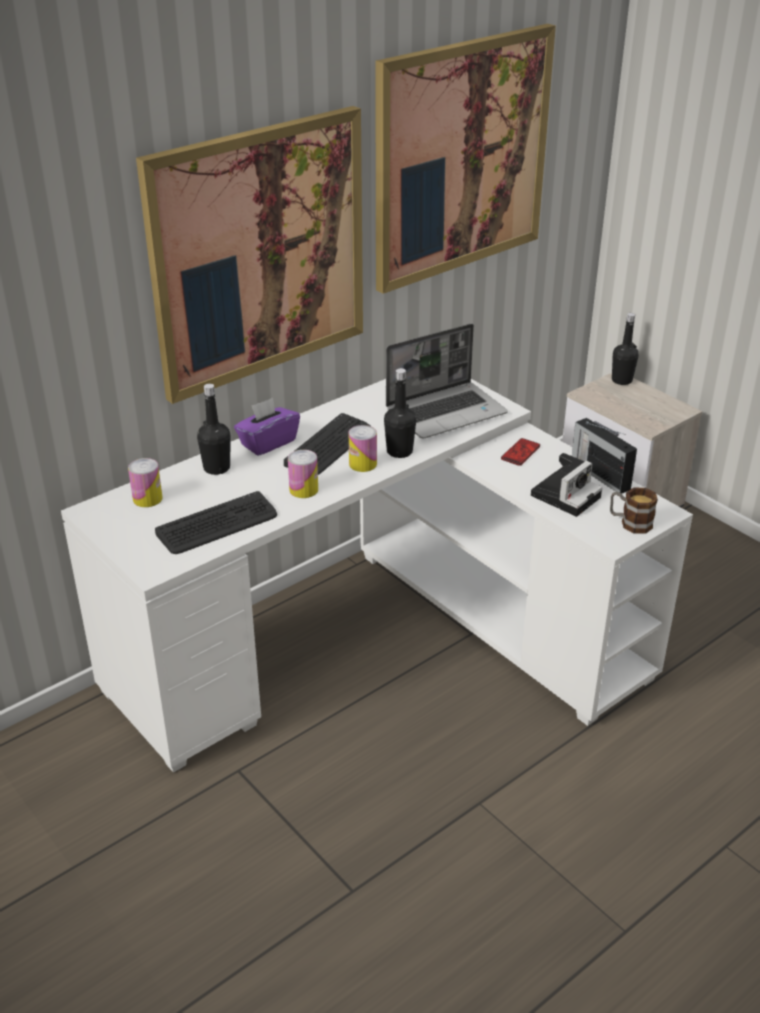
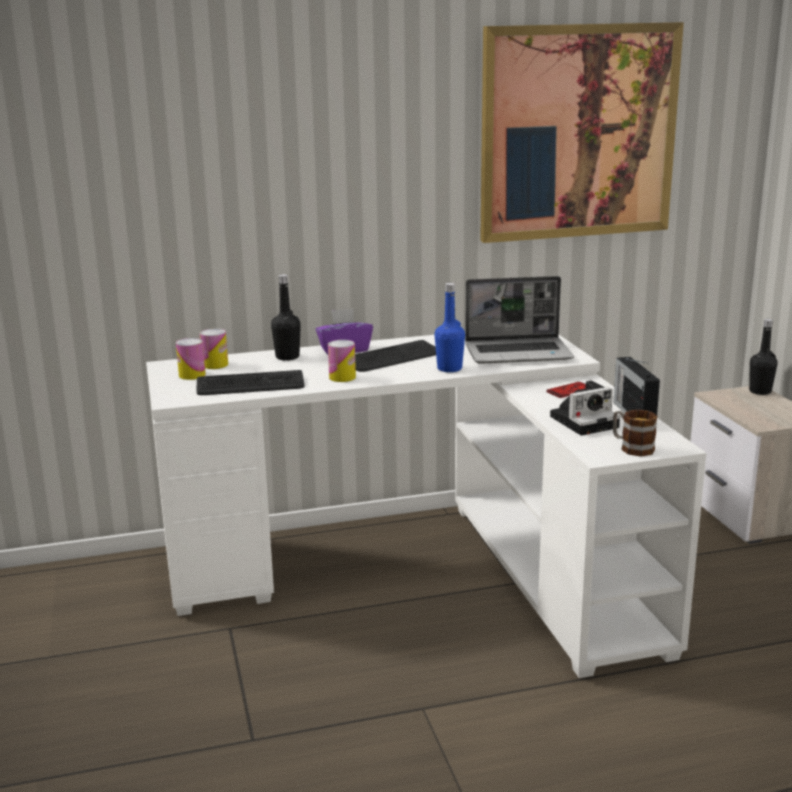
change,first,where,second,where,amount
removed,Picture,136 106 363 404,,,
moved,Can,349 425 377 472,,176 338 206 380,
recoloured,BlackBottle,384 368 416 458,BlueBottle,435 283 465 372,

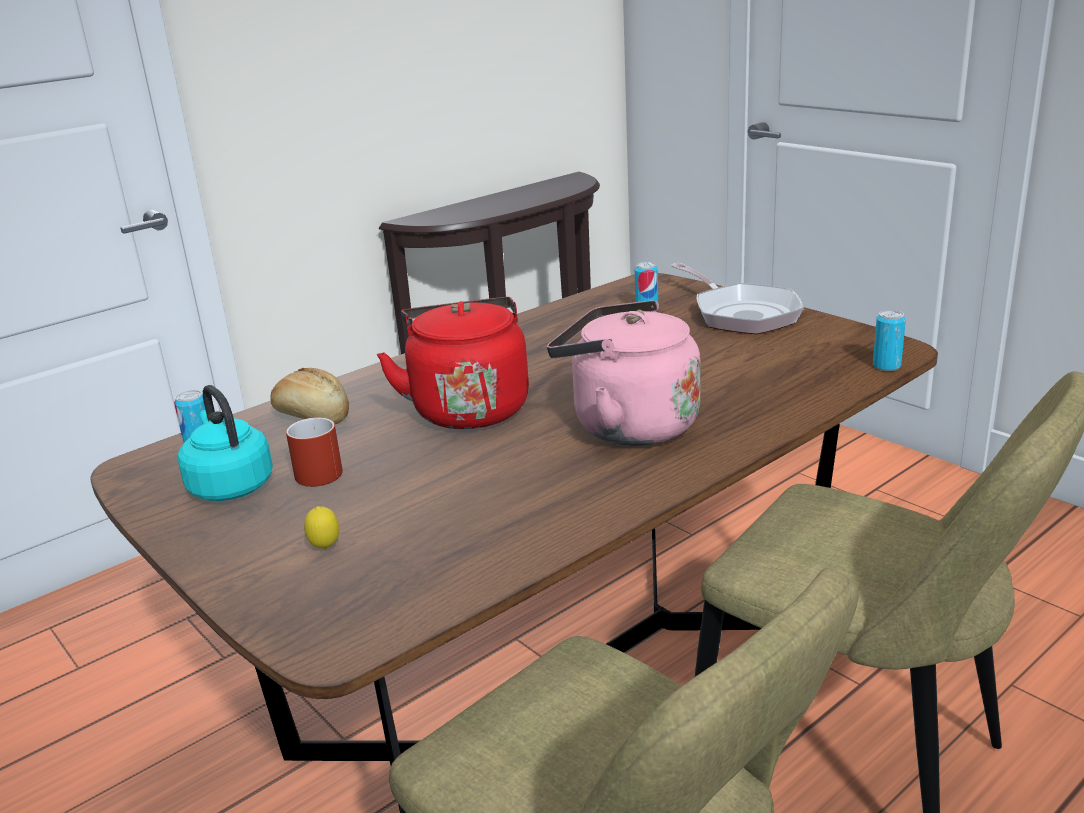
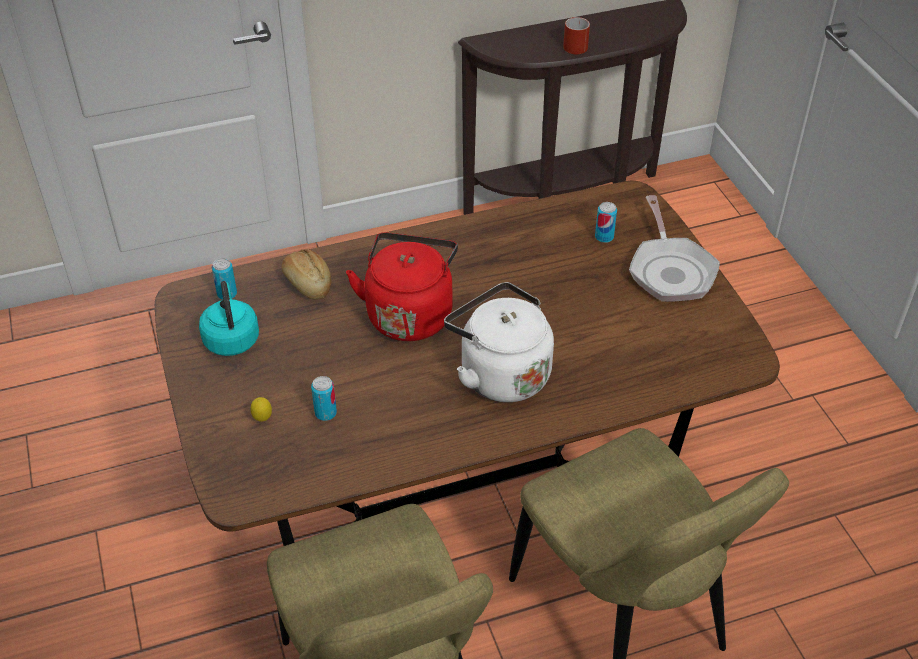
change,first,where,second,where,amount
moved,RedMug,286 417 343 487,,563 17 590 54,
recoloured,PinkKettle,547 300 701 446,WhiteKettle,444 282 554 402,
moved,Can,873 310 906 371,,311 376 337 421,

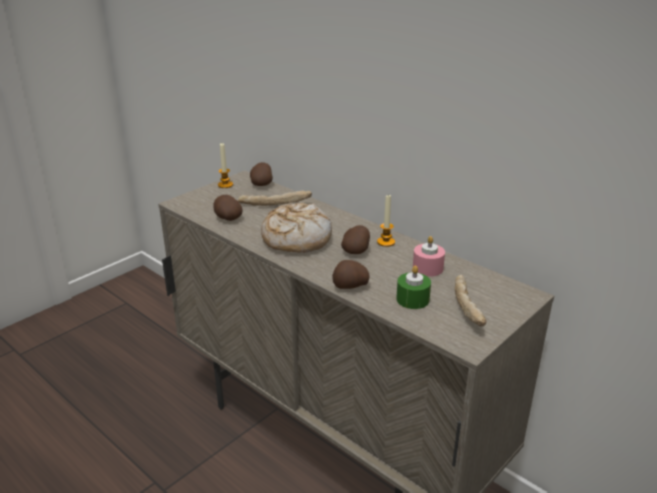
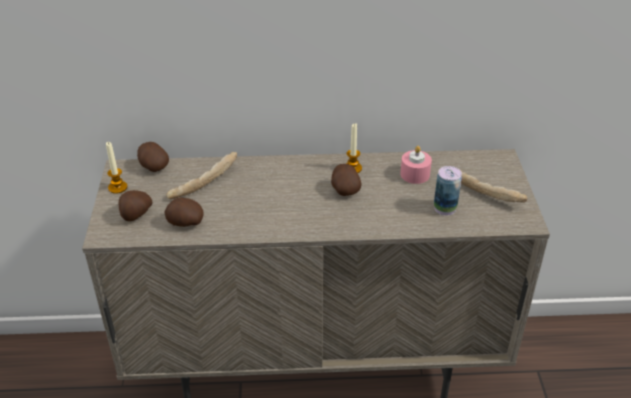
change,first,where,second,where,amount
removed,Bread,261 203 332 253,,,
moved,Potato,332 260 369 289,,119 190 153 221,
replaced,GreenCandle,396 265 431 309,Can,434 166 462 216,

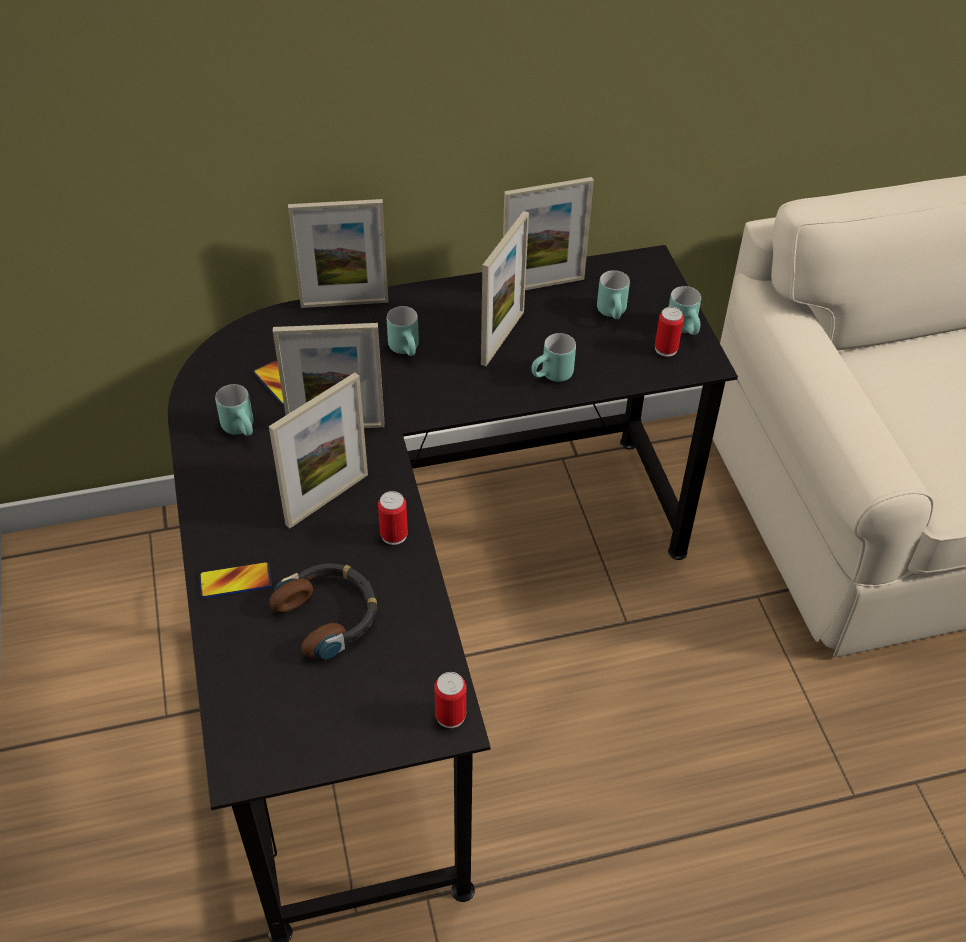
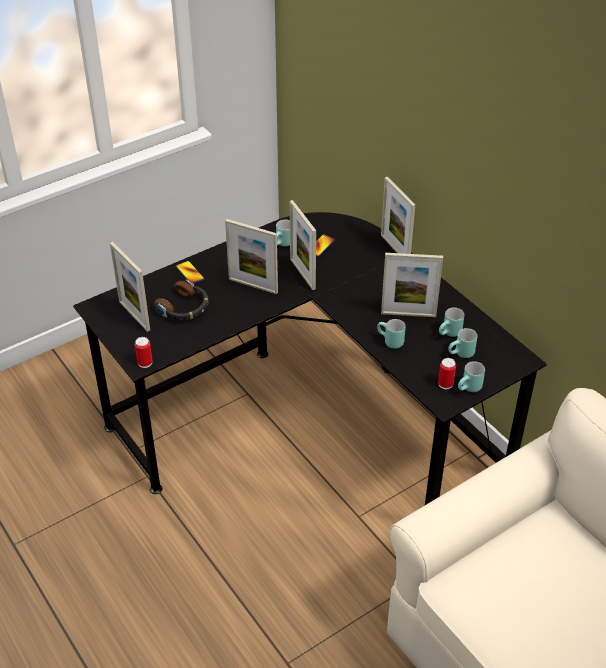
change,first,where,second,where,amount
removed,Can,378 491 408 545,,,
moved,TurquoiseMug,387 306 419 356,,439 307 464 337,
moved,PictureFrame,503 177 594 290,,110 242 150 332,

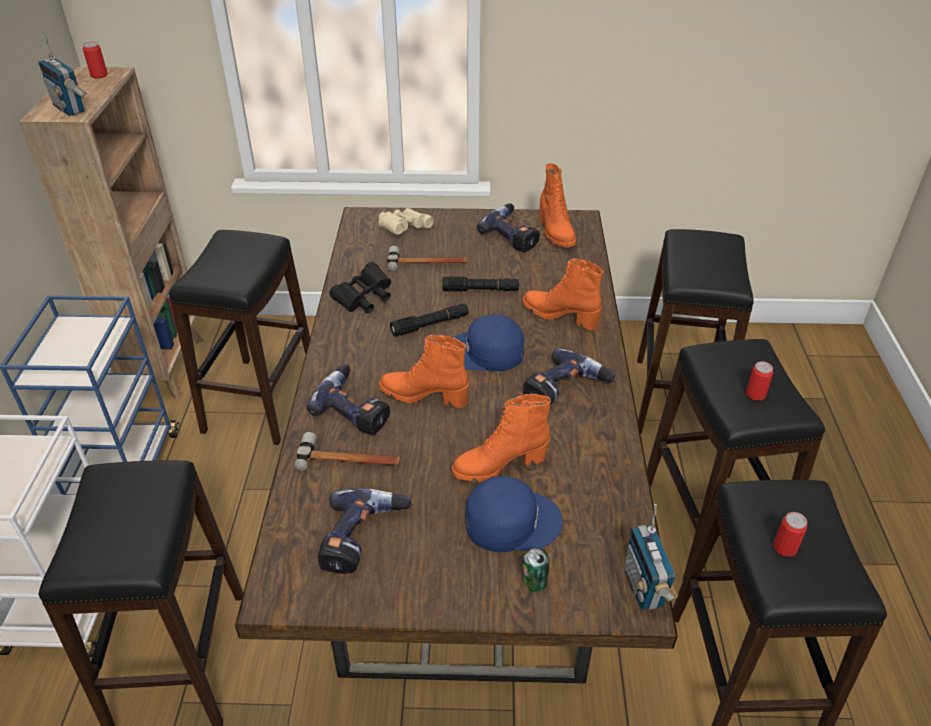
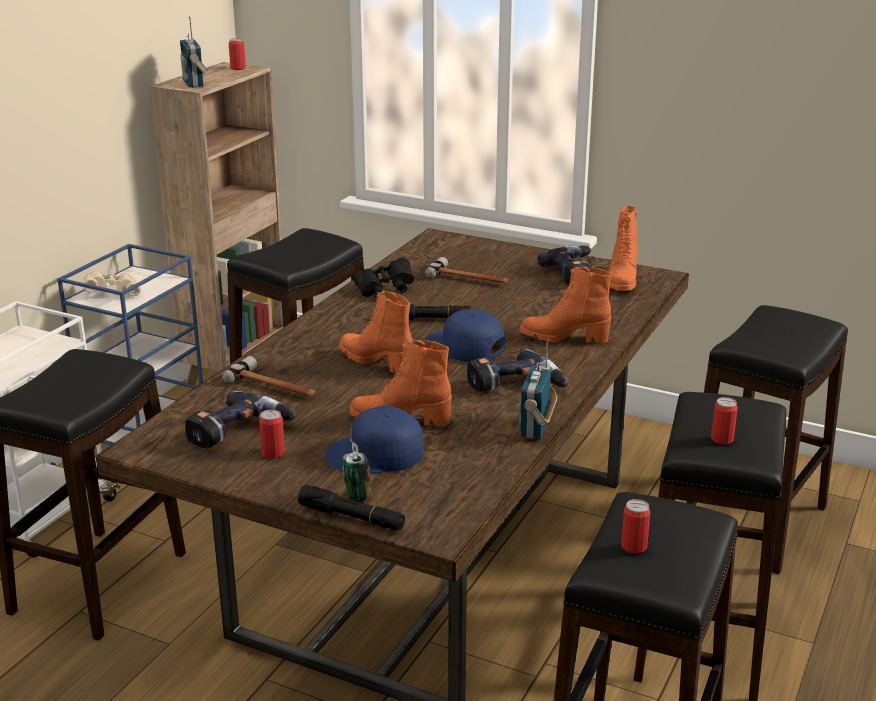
change,first,where,second,where,amount
removed,PowerDrill,306 364 390 436,,,
moved,BeigeBinoculars,378 208 434 235,,83 270 141 296,
moved,BlackFlashlight,442 276 519 292,,298 485 405 531,
turned,BlueCap,465 476 563 552,,325 406 424 474,150 degrees clockwise
turned,OrangeBoot,522 258 604 331,,520 266 612 344,45 degrees counterclockwise
moved,Radio,624 504 678 610,,516 339 557 439,
added,,,Can,259 409 285 459,

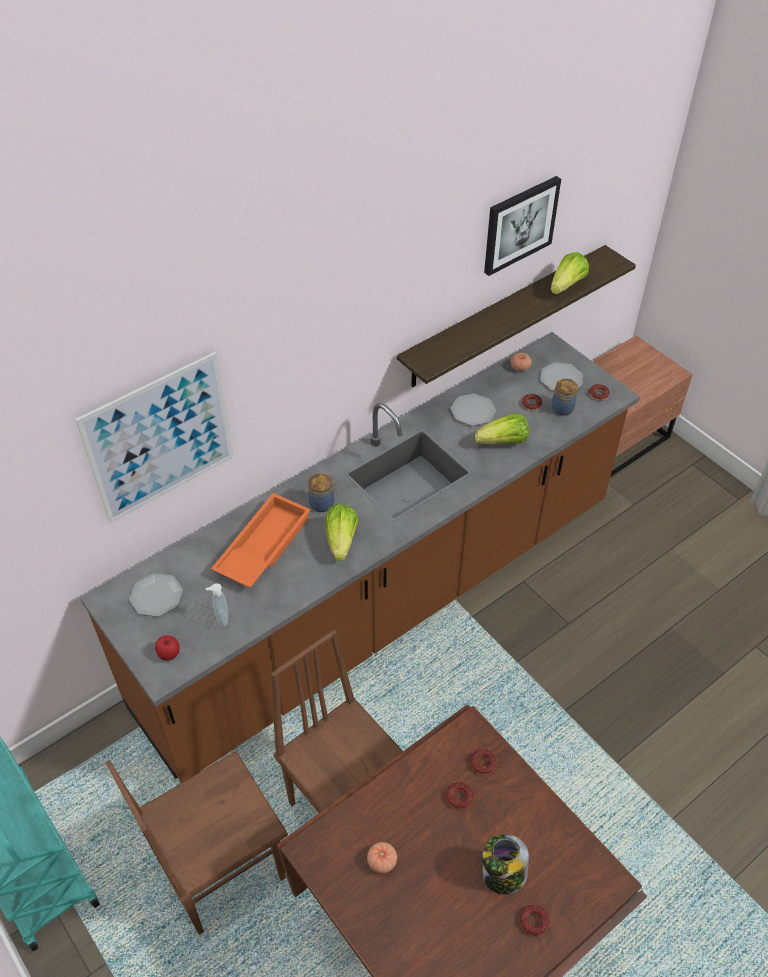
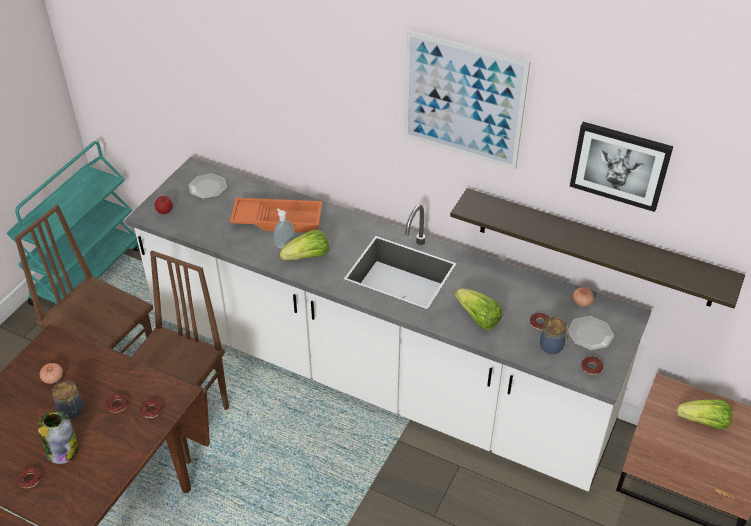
change,first,where,second,where,amount
moved,Picture,75 352 234 523,,404 30 530 169,
recoloured,BrownCounter,80 332 640 783,WhiteCounter,125 157 652 491,
moved,SoapDispenser,206 583 228 627,,273 208 295 248,
moved,Jar,308 473 337 512,,52 380 83 418,
removed,Plate,450 394 496 426,,,
moved,Lettuce,550 252 589 294,,677 399 732 429,

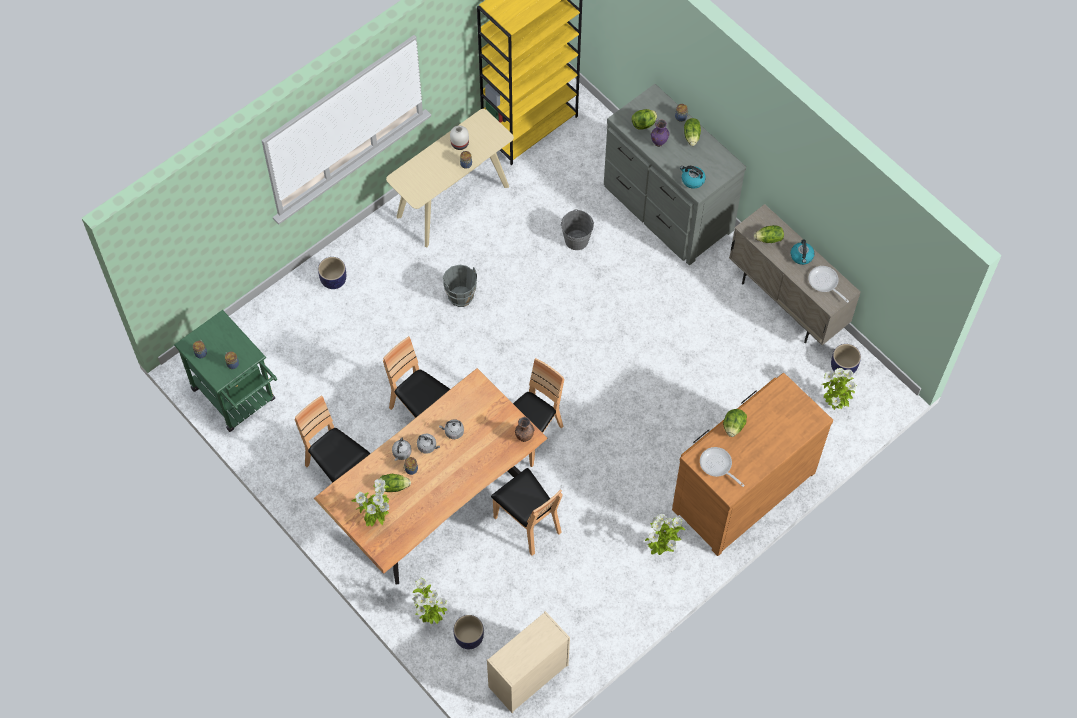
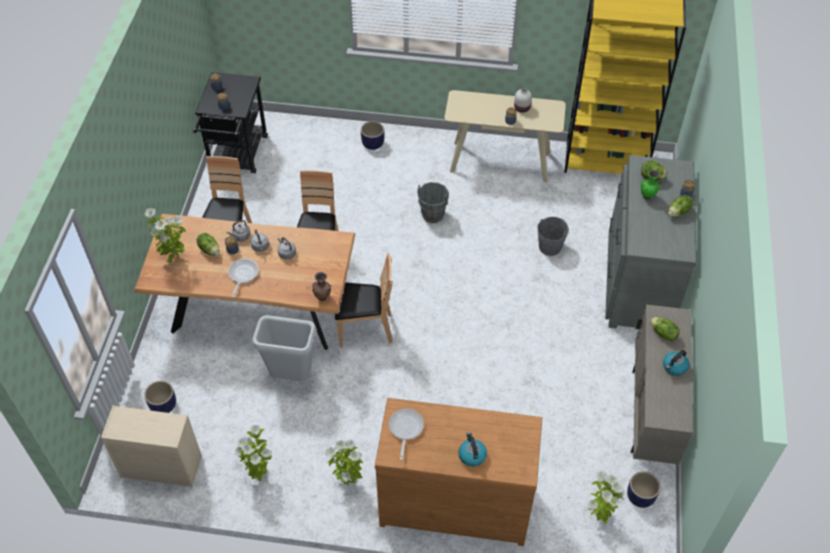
change,first,where,second,where,amount
recoloured,GreenCart,174 310 277 432,BlackCart,193 72 268 174,
moved,PottedPlant,412 578 447 624,,235 425 272 481,
replaced,BrownChair,491 468 563 556,GreyTrashCan,252 315 316 381,
recoloured,PurpleVase,651 119 669 147,GreenVase,641 170 660 200,
moved,Kettle,680 166 706 189,,458 432 487 467,
removed,Lettuce,723 409 747 437,,,
moved,FryingPan,808 266 849 303,,228 259 259 297,

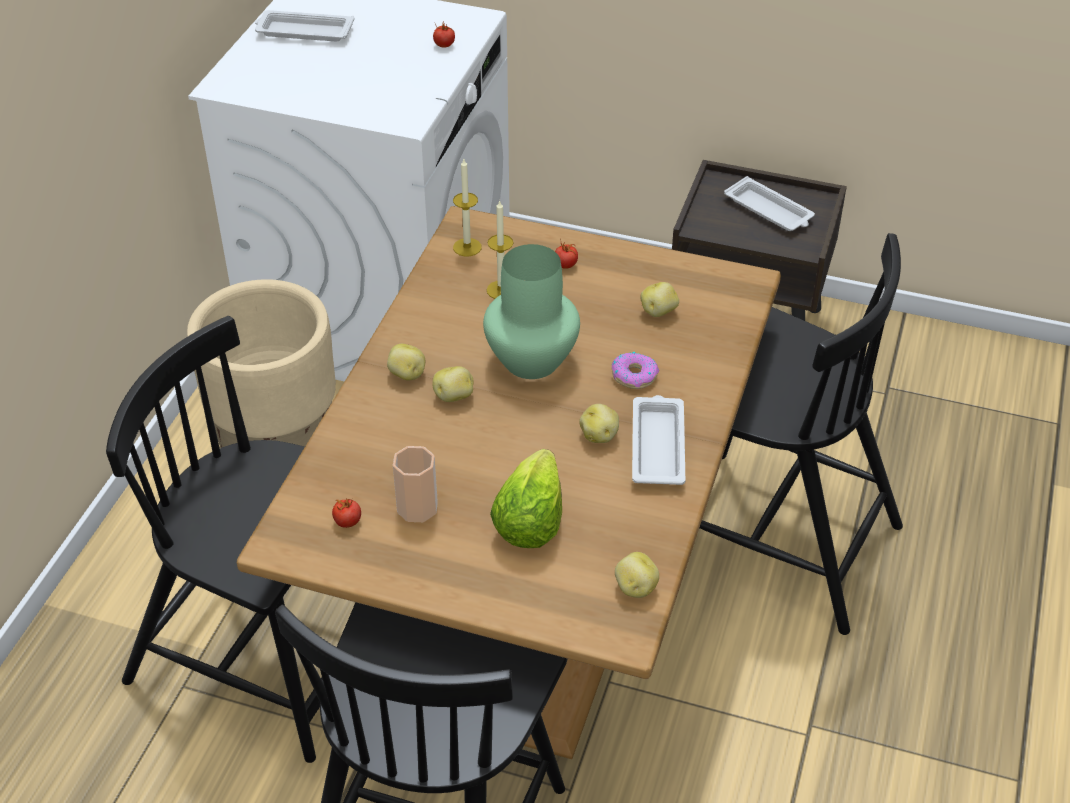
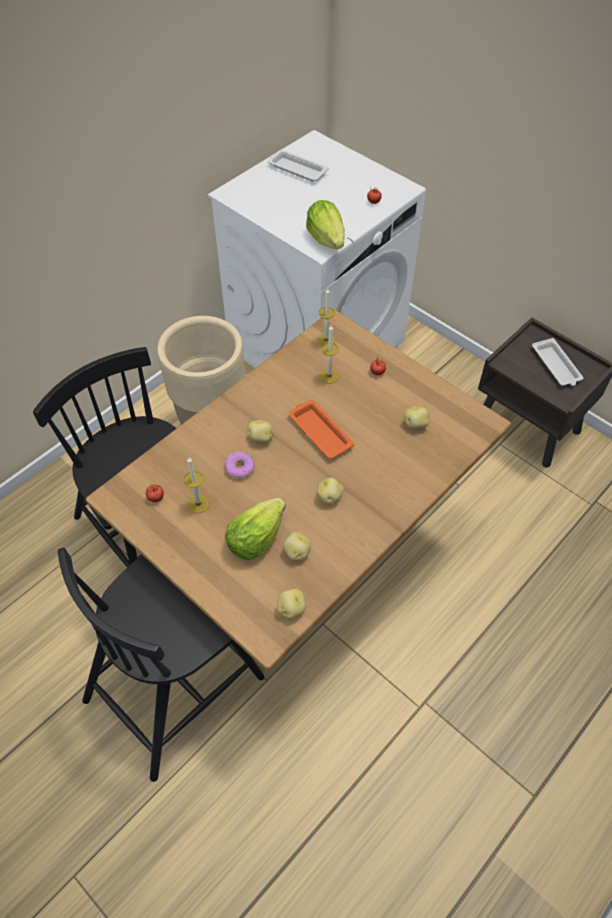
change,first,where,second,where,amount
moved,Potato,387 344 425 380,,283 532 311 561,
replaced,Cup,393 446 438 522,Candle,184 457 209 513,
replaced,GreenVase,483 244 580 379,OrangeTray,288 400 354 459,
moved,Donut,612 352 659 389,,225 451 255 479,
removed,WhiteTray,632 395 685 485,,,
removed,BlackChair,700 233 903 635,,,
added,,,Lettuce,306 200 345 249,

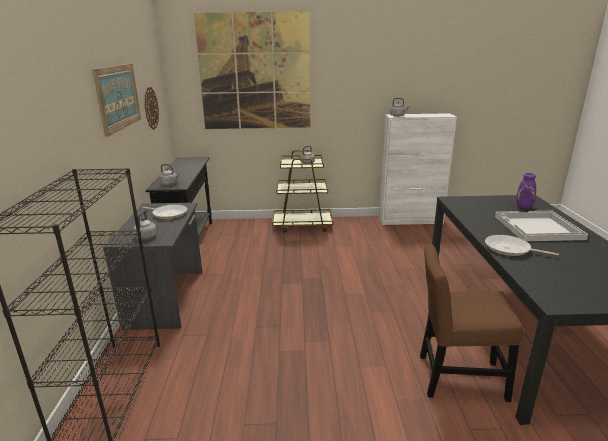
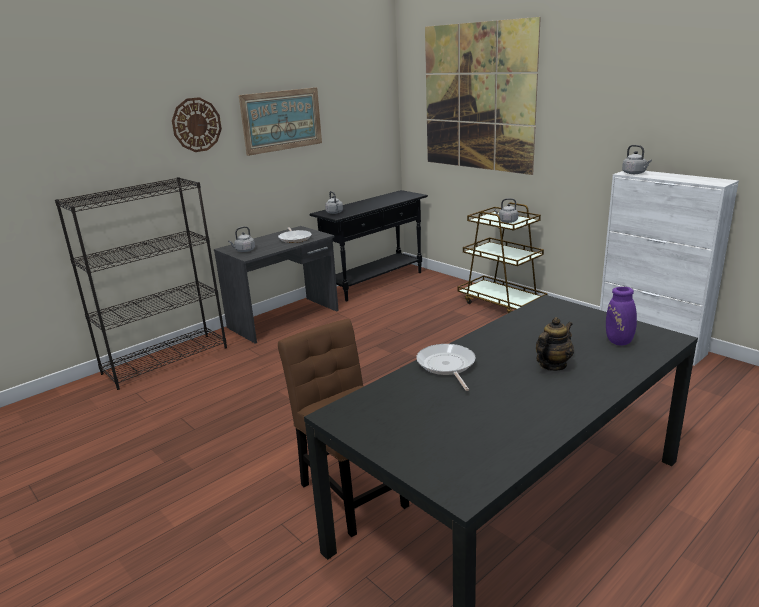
change,first,where,second,where,amount
moved,WallClock,145 87 159 130,,172 97 222 152,
replaced,WhiteTray,495 211 588 241,Teapot,536 317 574 371,

